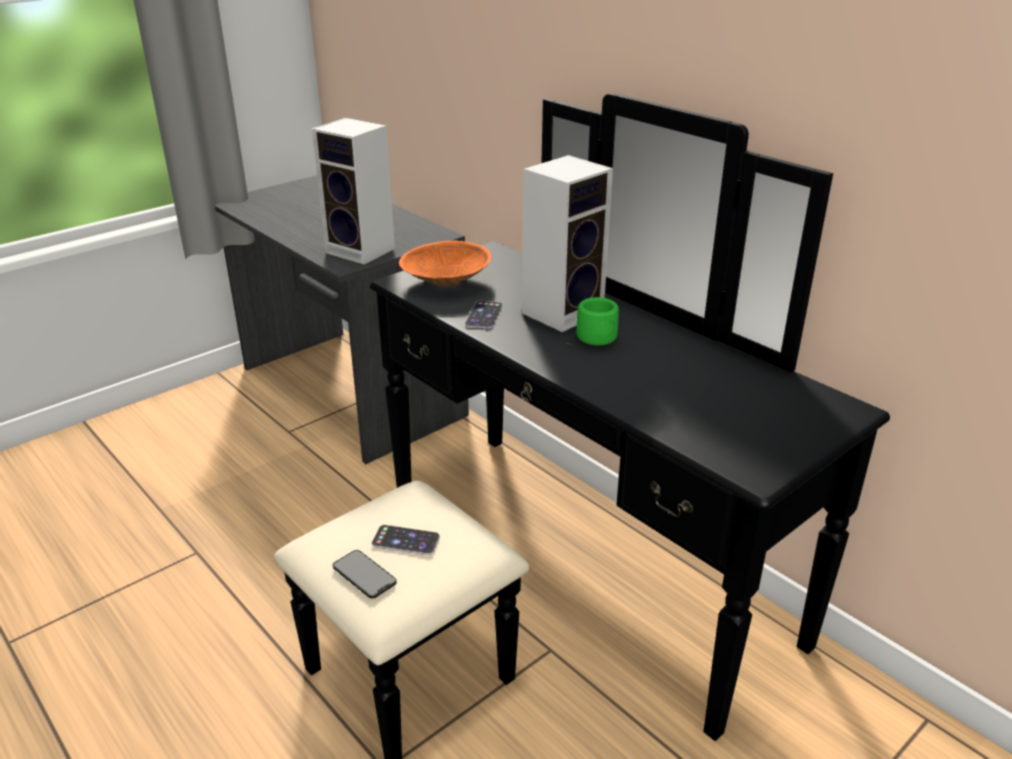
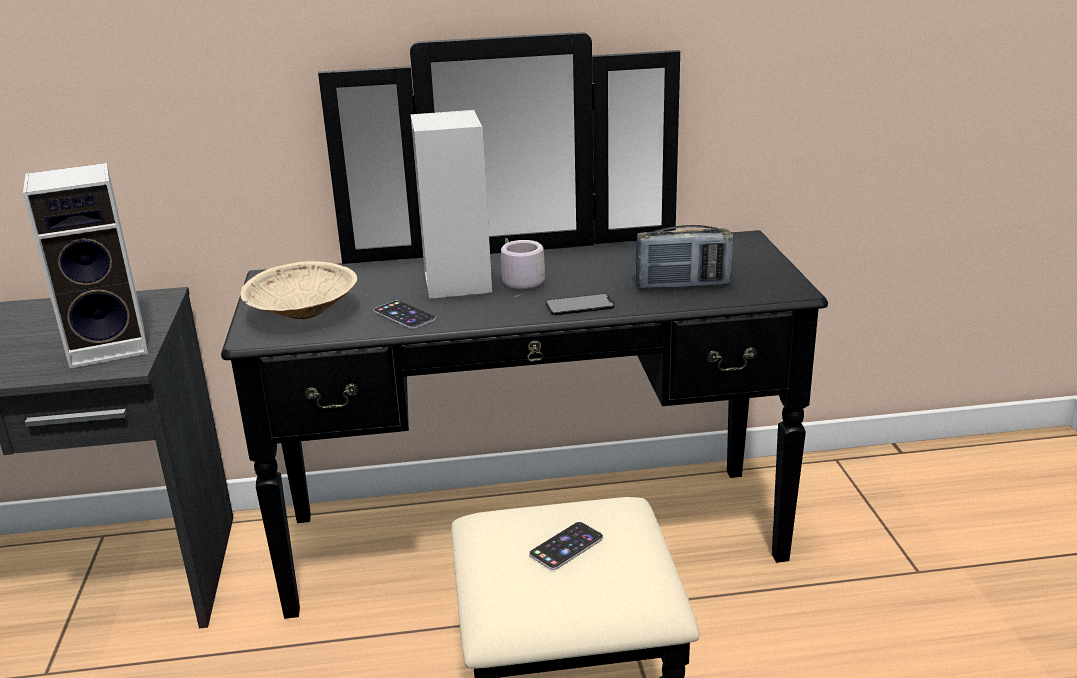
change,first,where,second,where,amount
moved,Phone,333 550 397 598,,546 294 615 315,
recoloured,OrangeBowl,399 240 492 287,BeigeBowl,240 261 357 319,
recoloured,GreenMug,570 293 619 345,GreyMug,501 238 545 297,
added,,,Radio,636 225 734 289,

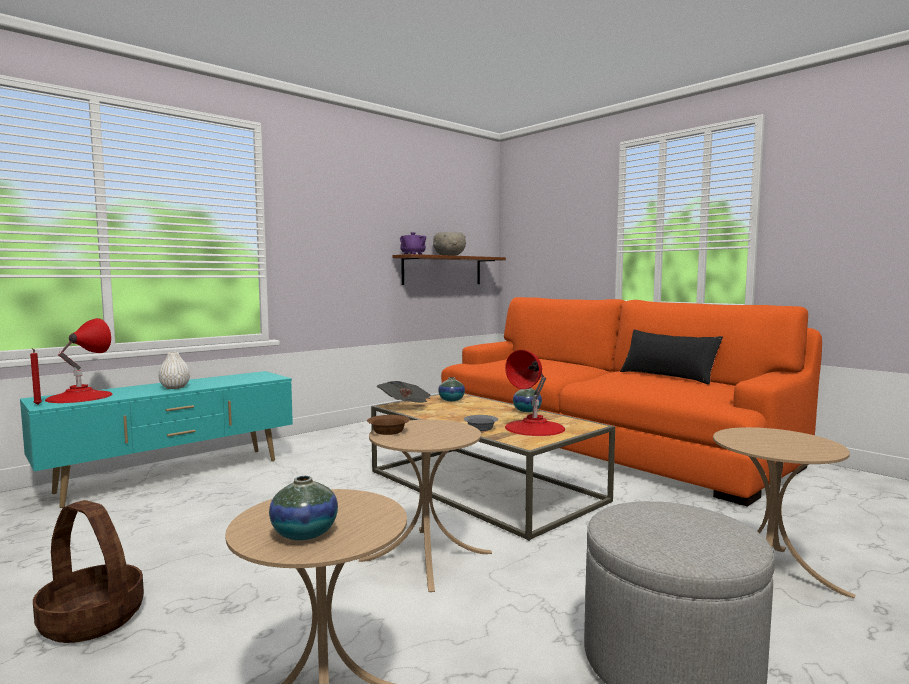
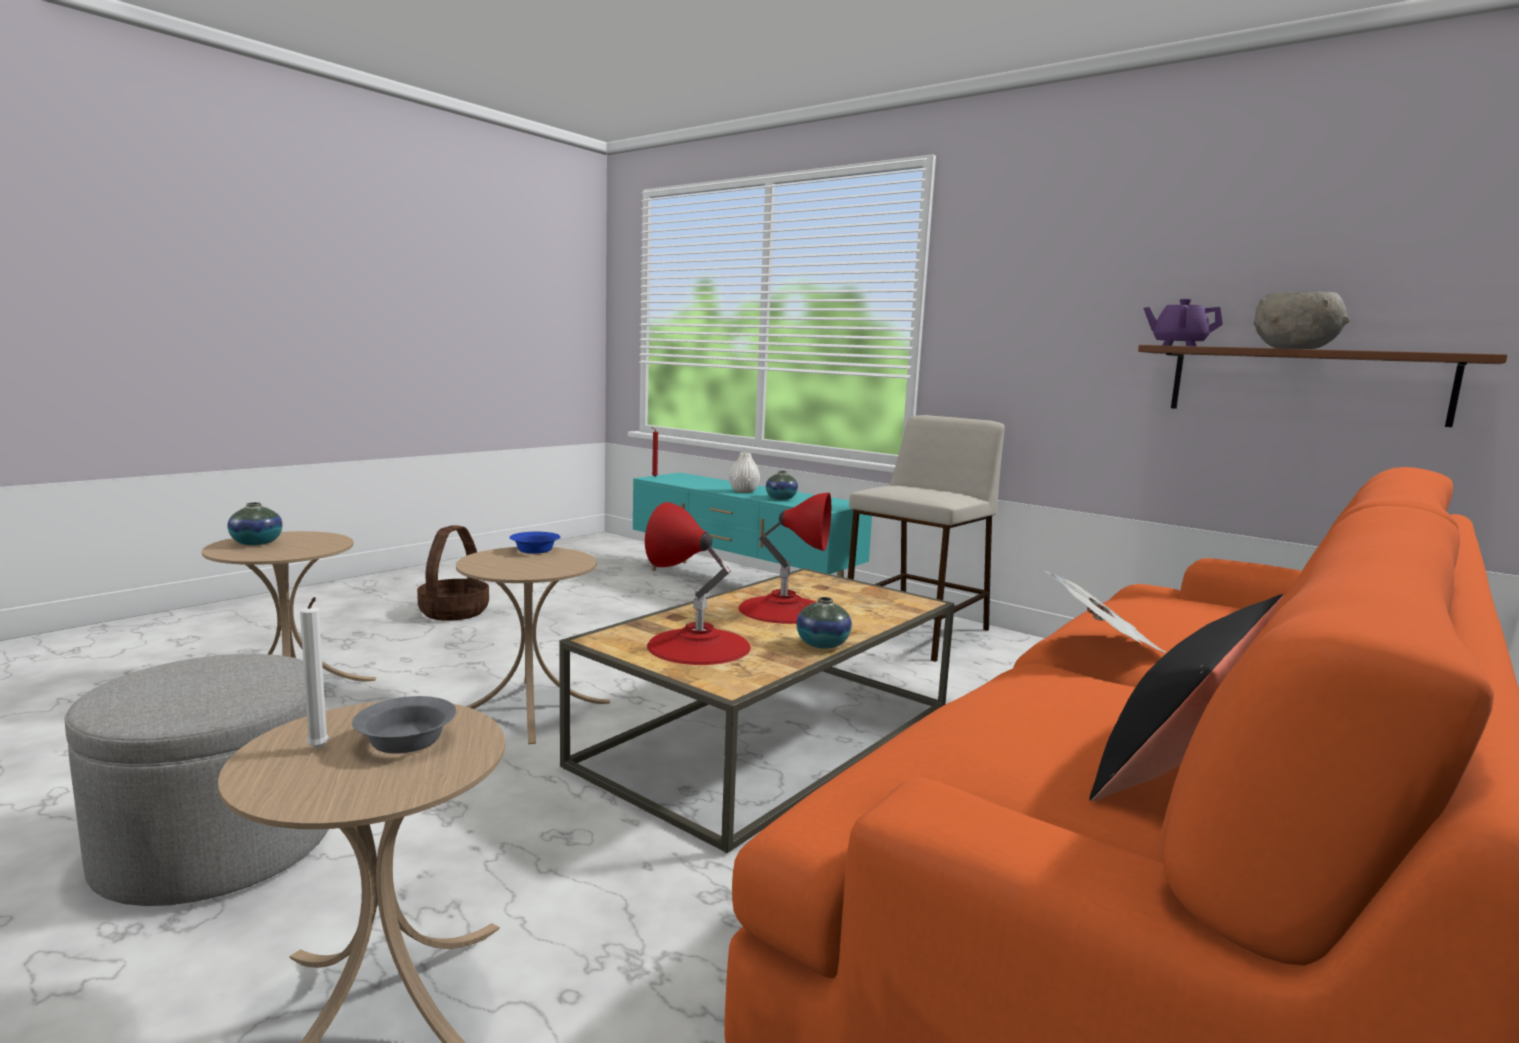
change,first,where,second,where,amount
moved,RedTableLamp,45 318 113 403,,739 493 831 624,
recoloured,BrownBowl,367 415 410 435,BlueBowl,509 532 560 554,
moved,Newspaper,377 381 431 403,,1045 571 1167 653,
moved,Vase,438 377 465 401,,766 471 798 500,
moved,GreyBowl,463 415 498 431,,352 696 456 754,
added,,,WhiteCandle,300 597 329 749,
added,,,BeigeStool,848 415 1005 662,

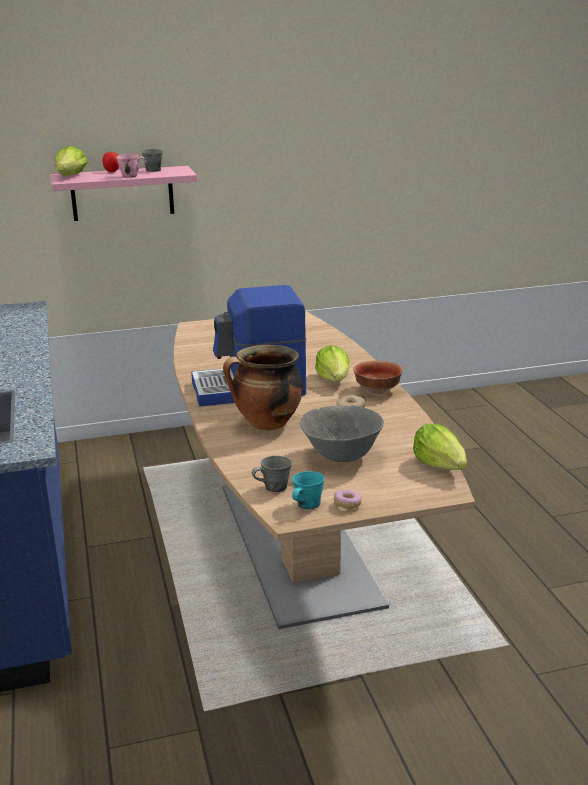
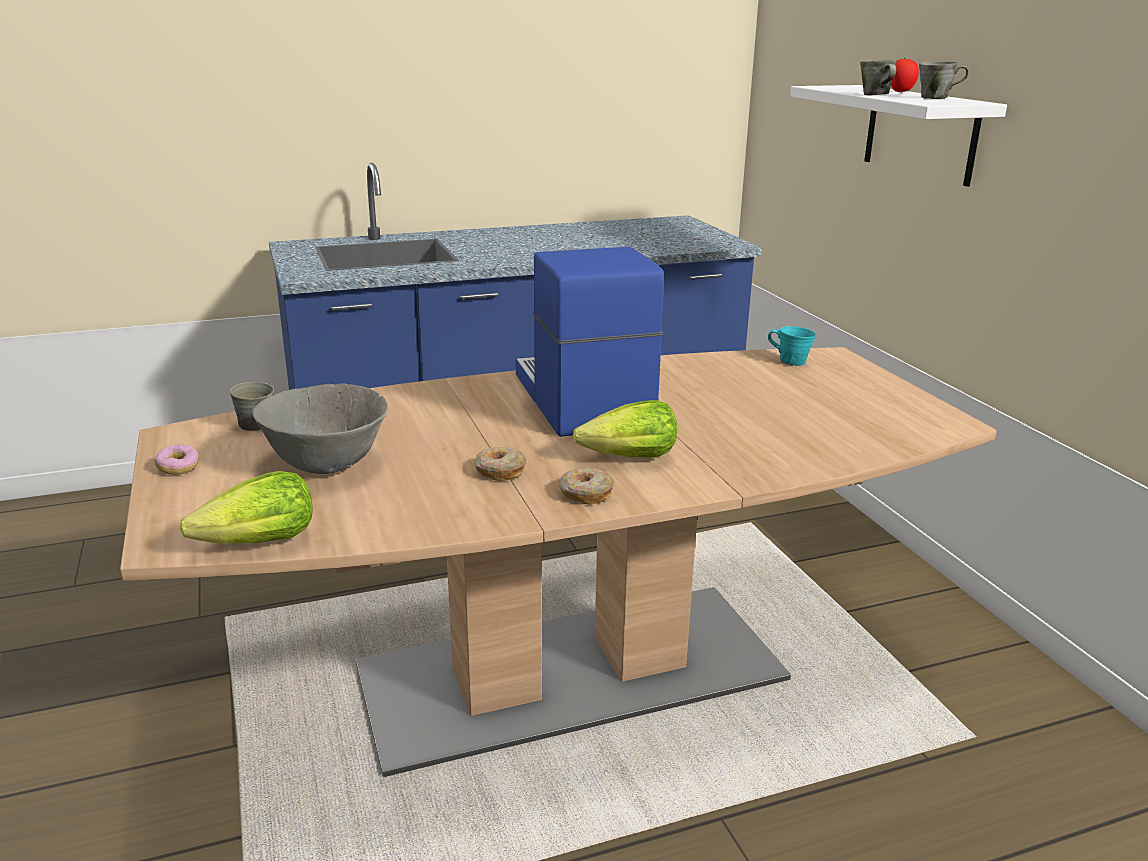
change,first,where,second,where,amount
recoloured,PinkShelf,50 166 197 221,WhiteShelf,790 85 1007 187,
removed,Lettuce,55 146 88 176,,,
recoloured,PinkMug,116 154 146 178,GreyMug,860 60 897 95,
removed,CookingPot,223 345 303 430,,,
moved,TurquoiseMug,292 471 325 509,,768 326 816 366,
replaced,Bowl,353 361 403 394,Donut,559 468 614 505,

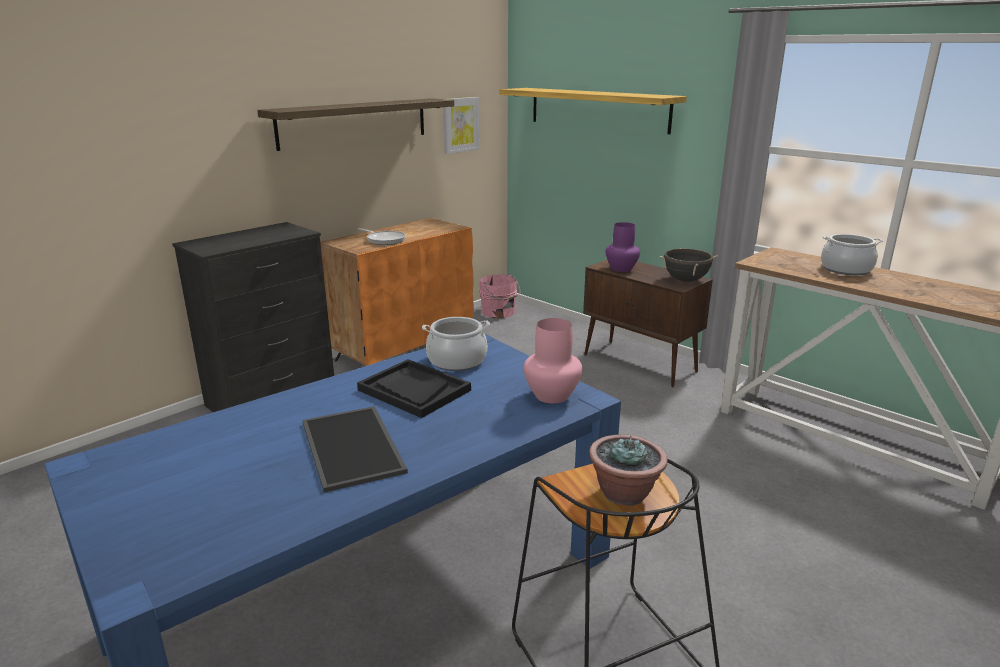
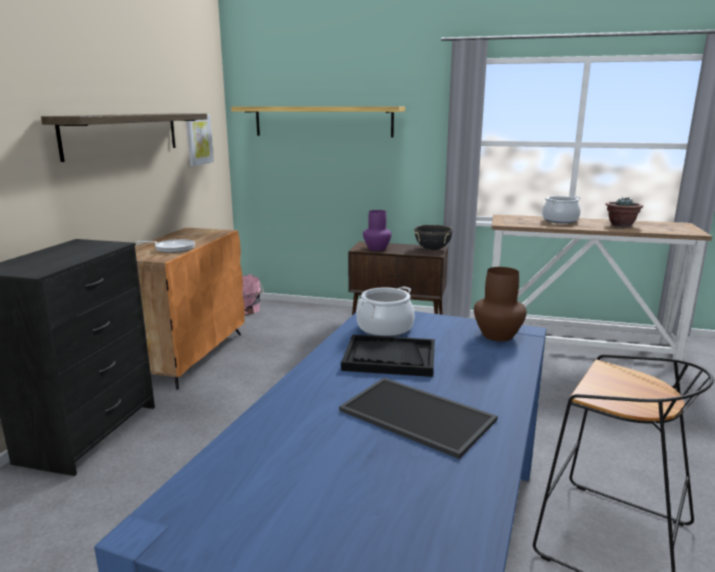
change,first,where,second,where,amount
recoloured,PinkVase,524 318 582 403,BrownVase,474 267 527 341,
moved,PottedPlant,589 435 668 506,,605 197 643 227,

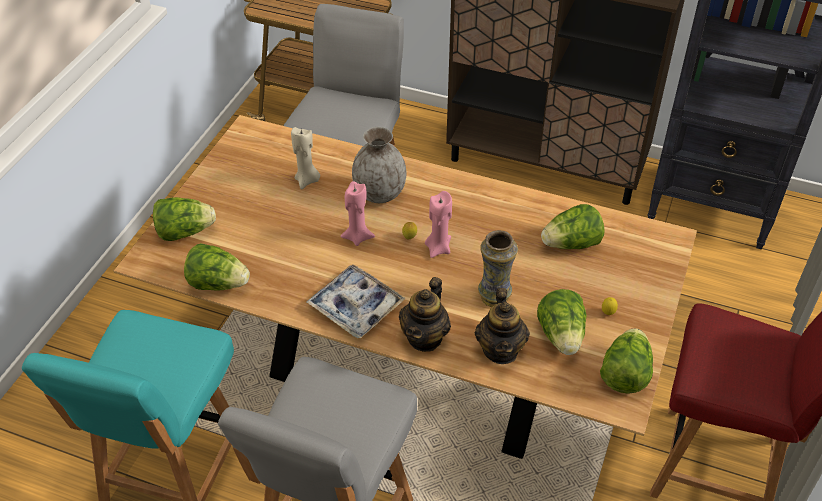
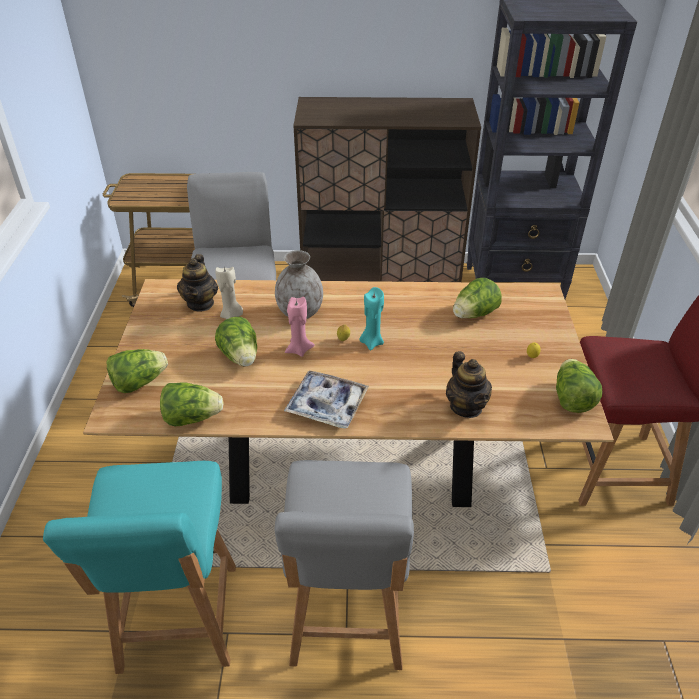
change,first,where,second,where,amount
moved,Teapot,399 277 451 352,,177 254 218 311,
recoloured,PinkCandle,425 191 452 258,TurquoiseCandle,359 287 384 351,
removed,Vase,478 230 518 307,,,
moved,Lettuce,537 289 587 355,,215 317 257 367,

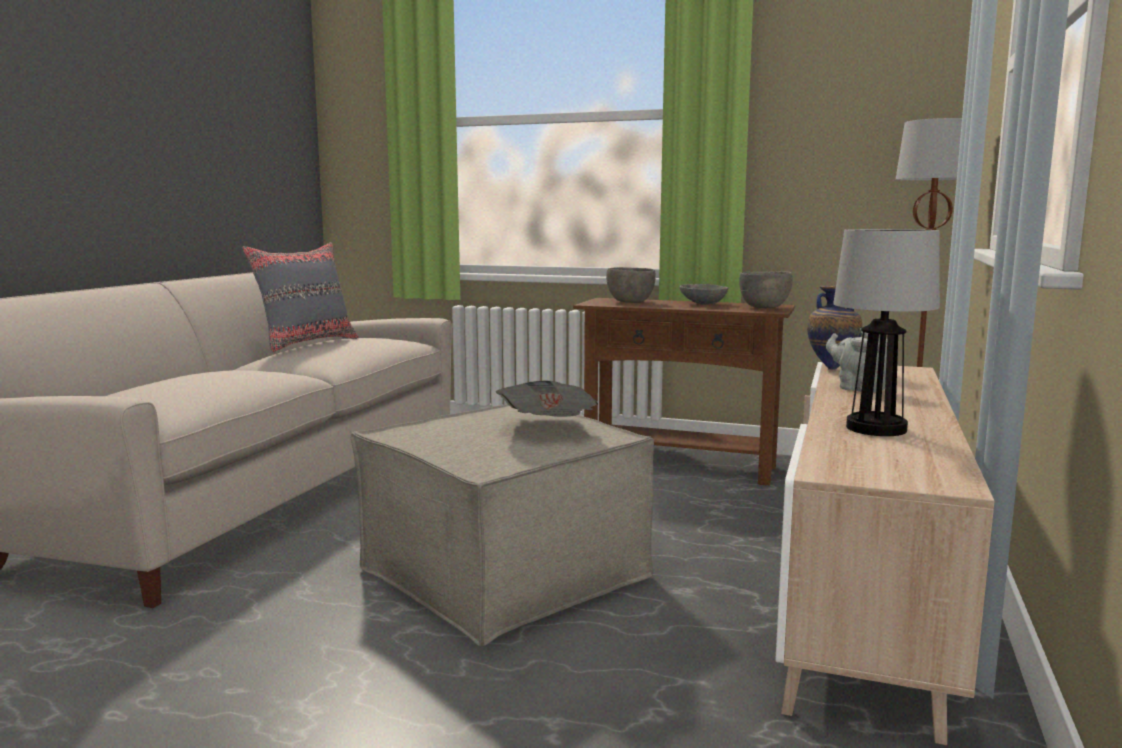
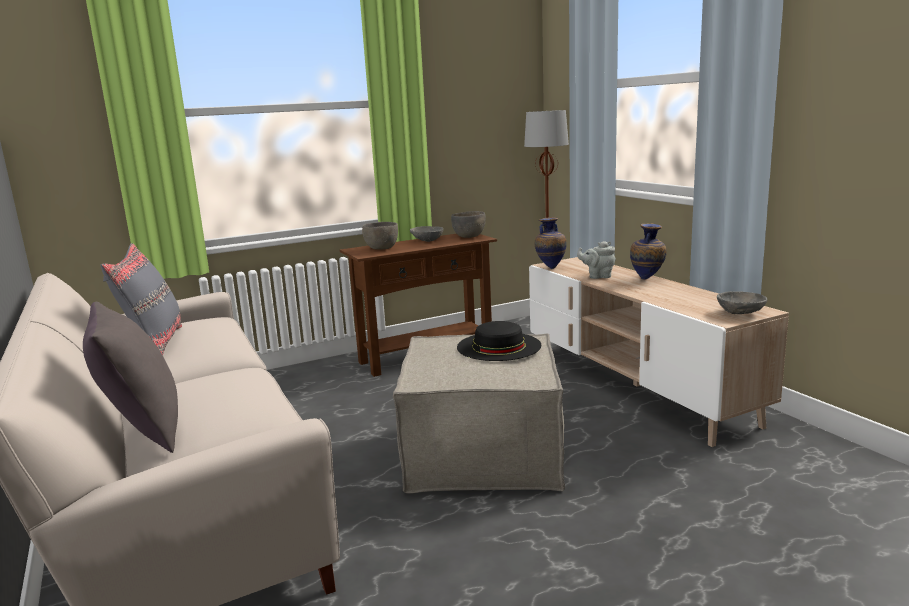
change,first,where,second,where,amount
replaced,Newspaper,496 381 598 417,BlackHat,457 321 541 361,
removed,TableLamp,833 229 940 436,,,
added,,,GreyPillow,83 302 178 453,
added,,,Vase,630 223 667 279,
added,,,GreyBowl,717 291 768 314,

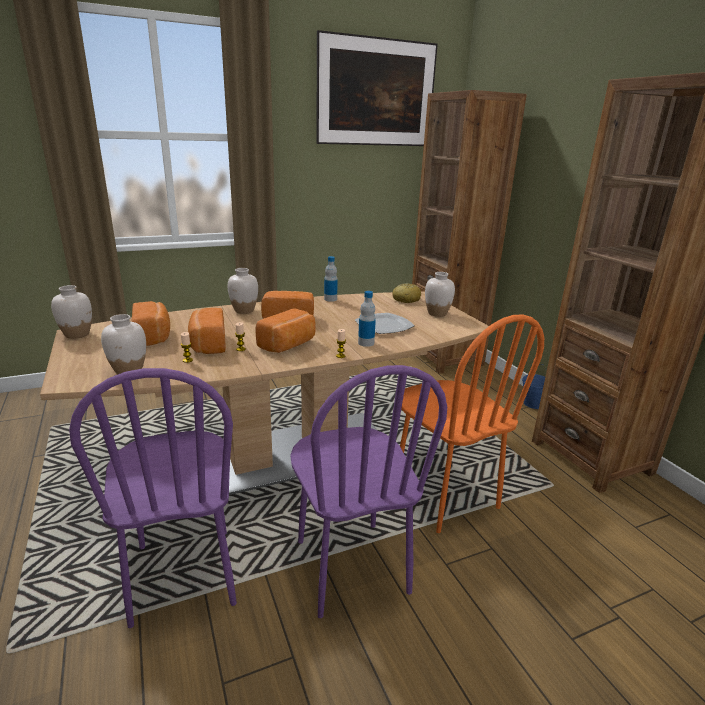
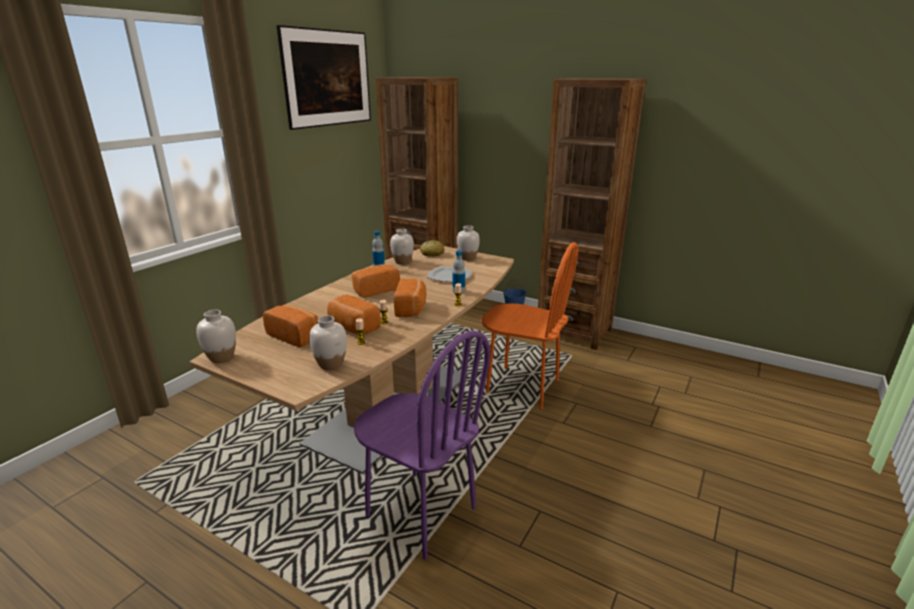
change,first,where,second,where,amount
moved,WhiteVase,228 268 258 314,,390 229 414 265,
removed,PurpleChair,290 365 447 618,,,

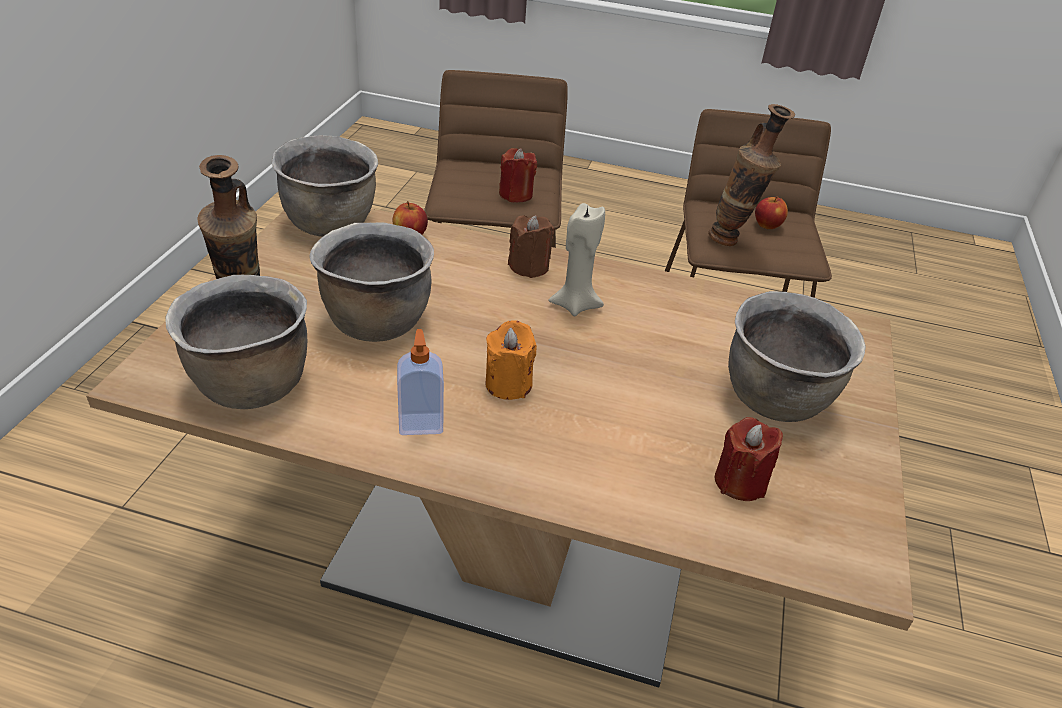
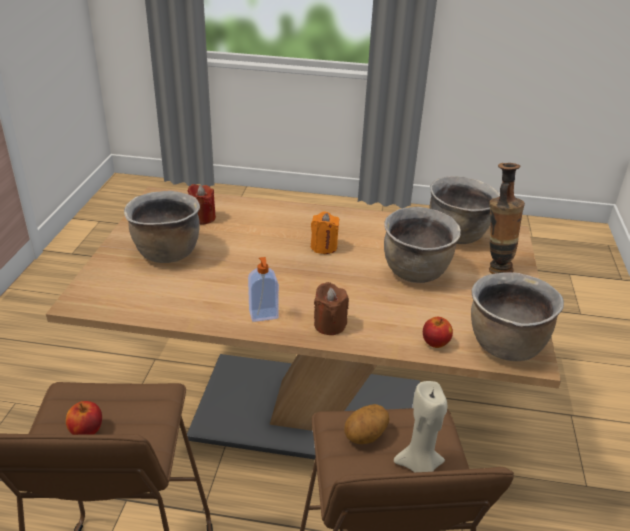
change,first,where,second,where,amount
moved,SoapDispenser,397 329 444 435,,248 257 279 322,
replaced,RedCandle,499 148 537 202,Potato,344 404 389 444,
moved,BeigeCandle,548 203 605 316,,394 381 447 472,
removed,Vase,708 104 796 246,,,

